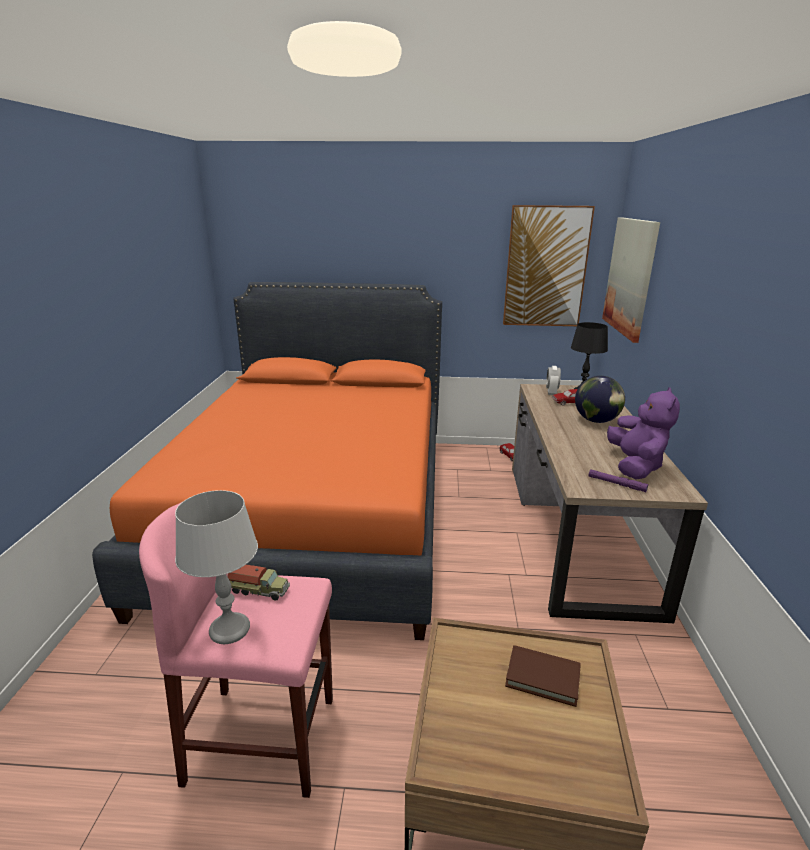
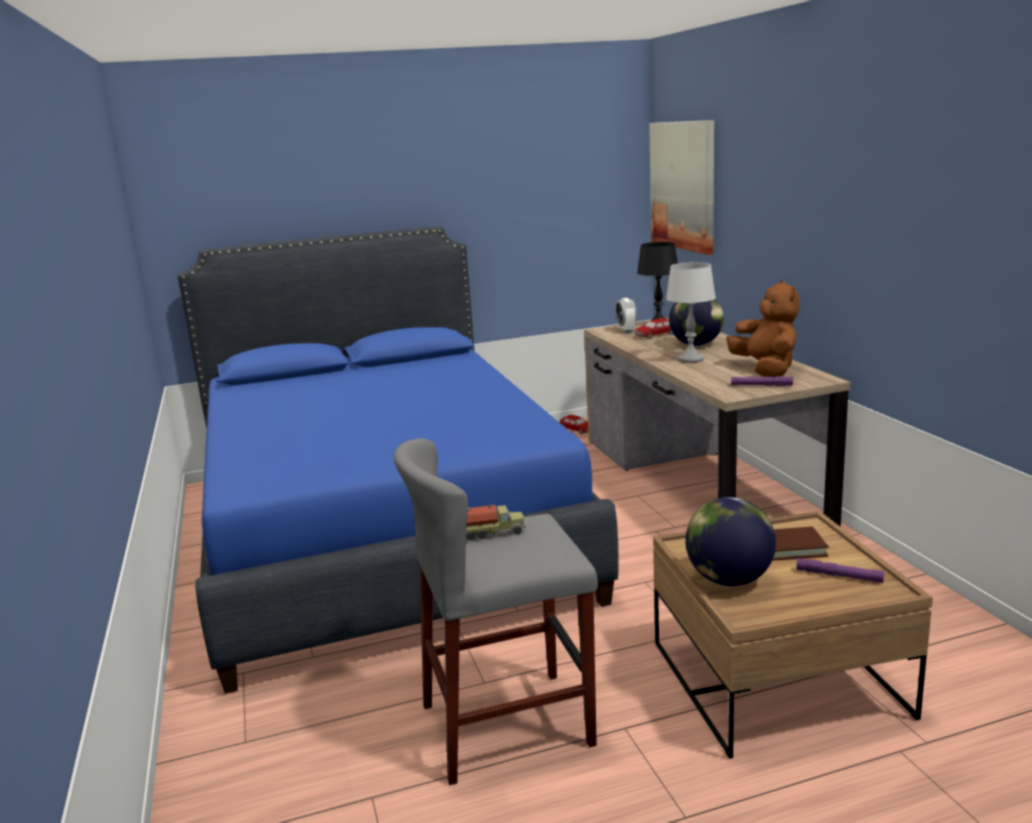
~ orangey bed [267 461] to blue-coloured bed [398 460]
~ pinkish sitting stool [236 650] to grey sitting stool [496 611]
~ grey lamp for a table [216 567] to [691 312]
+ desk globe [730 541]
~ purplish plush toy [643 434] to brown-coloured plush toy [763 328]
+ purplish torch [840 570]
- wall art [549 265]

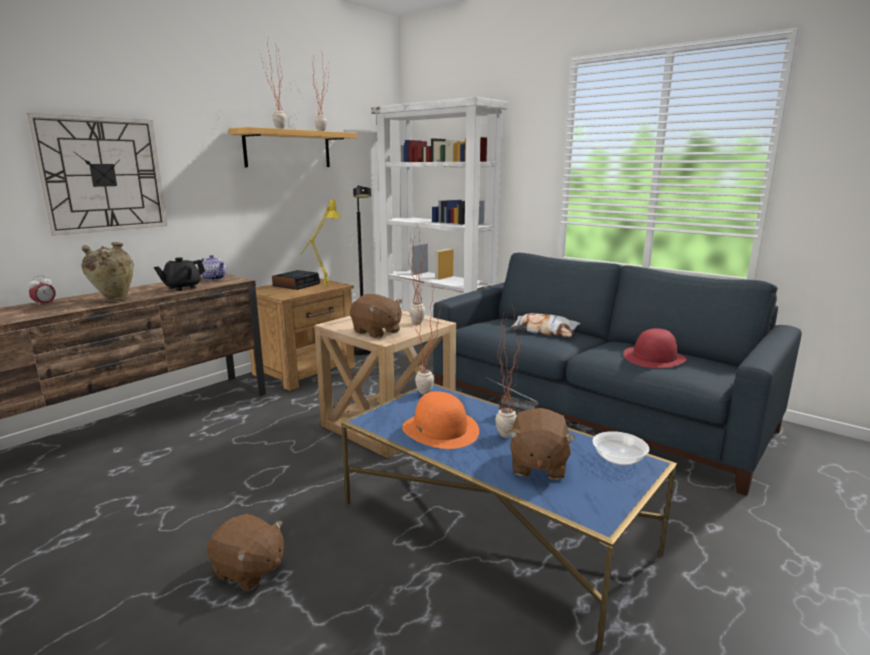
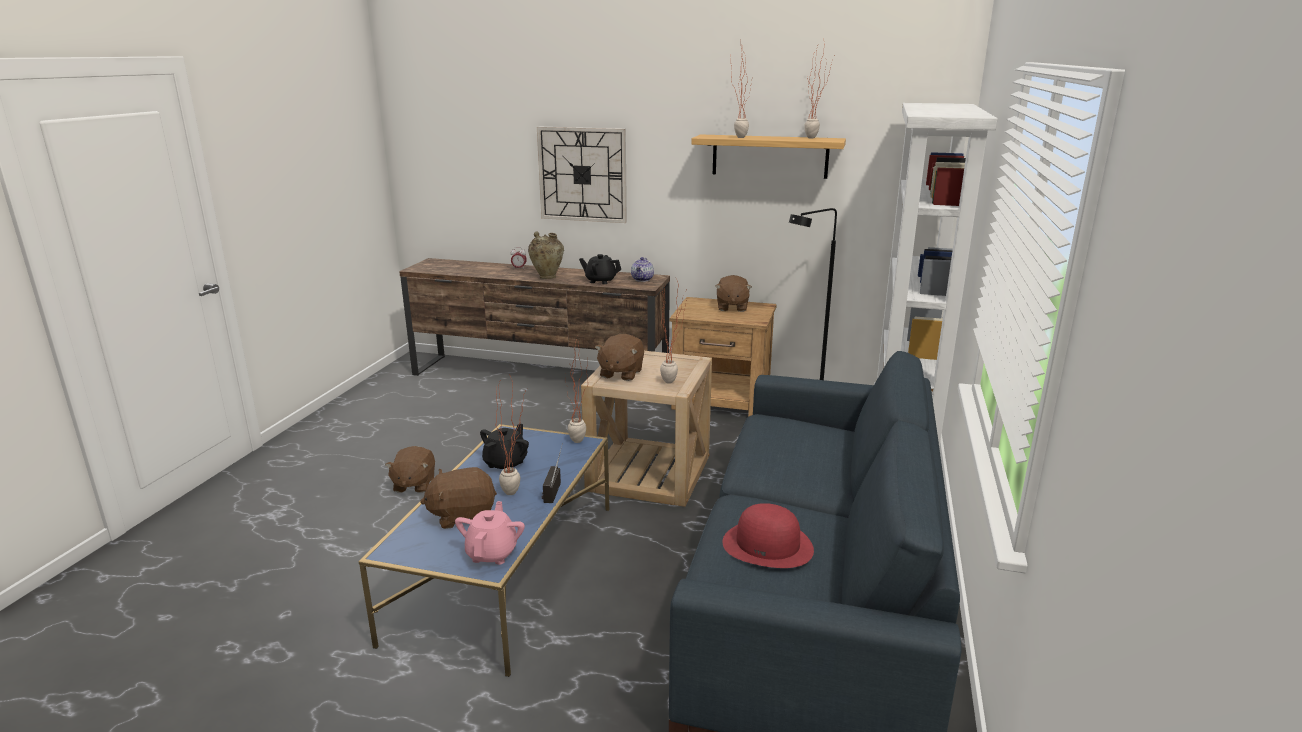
~ serving bowl [621 448] to pinkish pot for tea [490 533]
~ orangey clothing hat [440 420] to blackish pot for tea [504 446]
~ alarm clock [296 280] to brown-coloured plush toy [733 293]
- yellow-coloured lamp for a table [321 242]
- cushion [545 325]

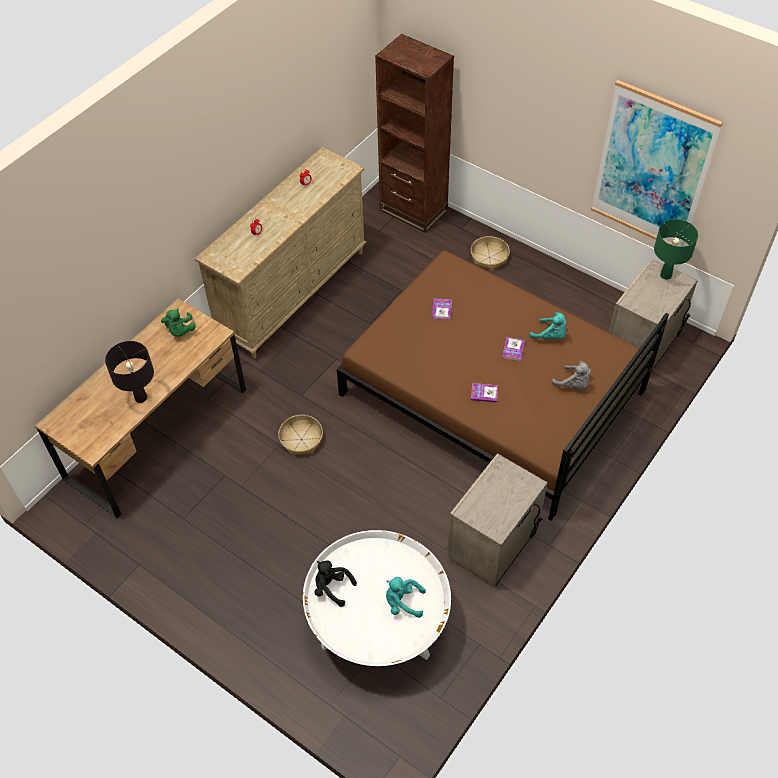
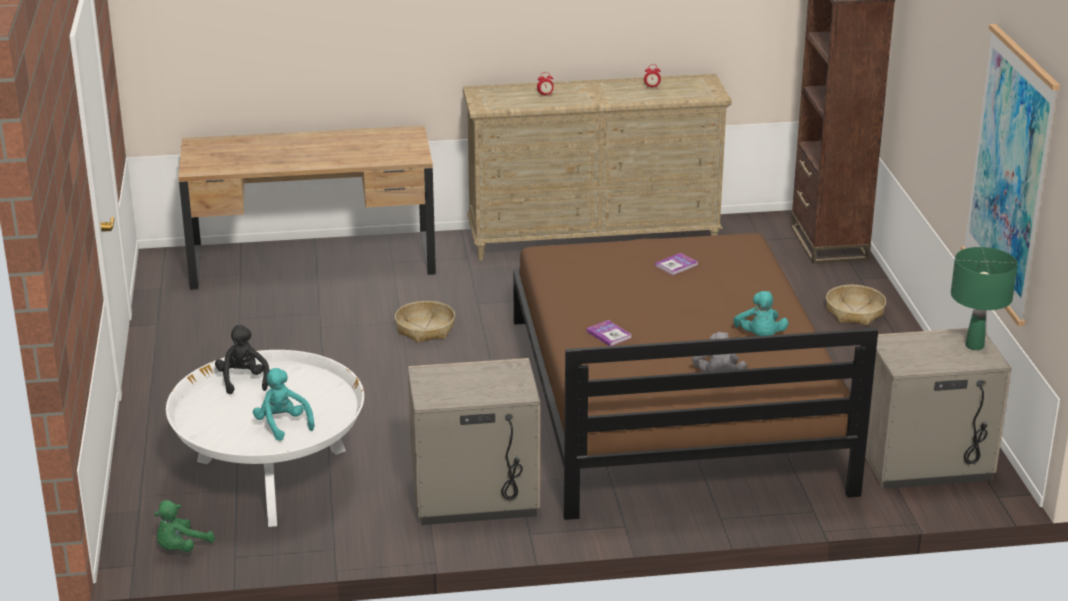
~ greenish plush toy [178 322] to [184 526]
- blackish lamp for a table [129 372]
- bound book [513 349]

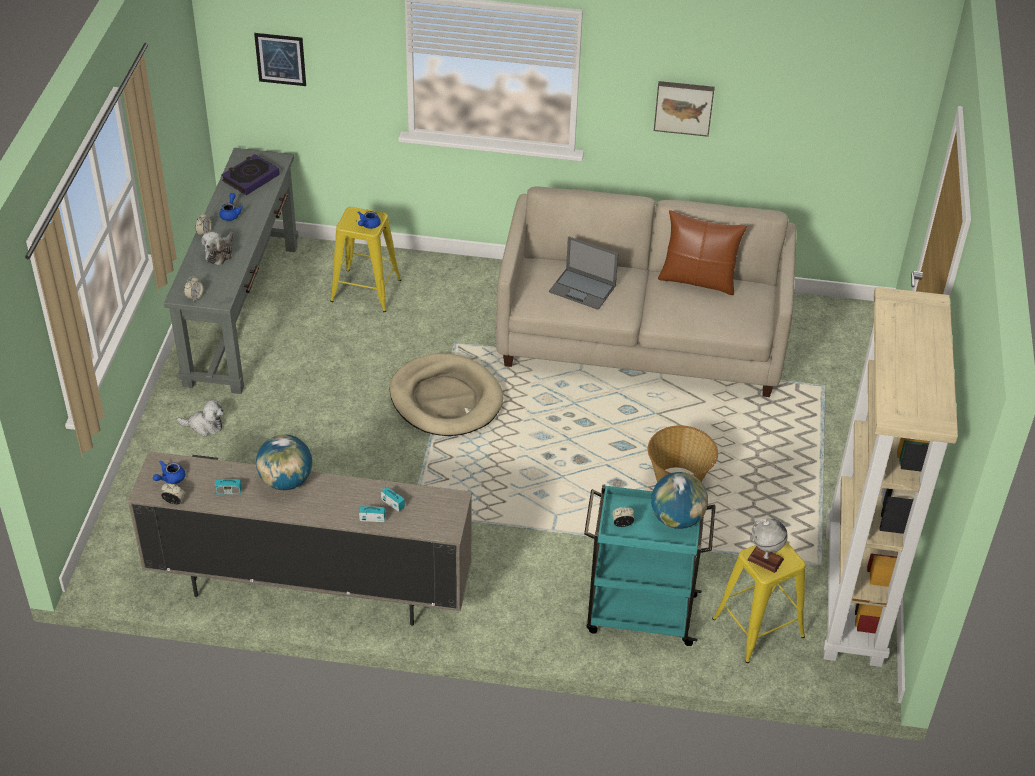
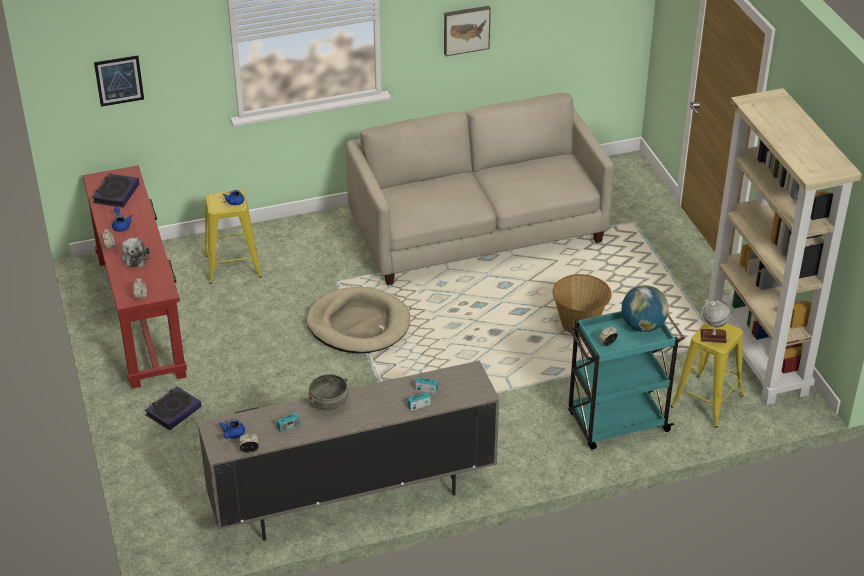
~ grey hall table [231 271] to red-coloured hall table [135 277]
~ plush toy [200 418] to bound book [173 409]
~ desk globe [284 462] to grey serving bowl [329 392]
- laptop [584 273]
- brown-coloured cushion [702 252]

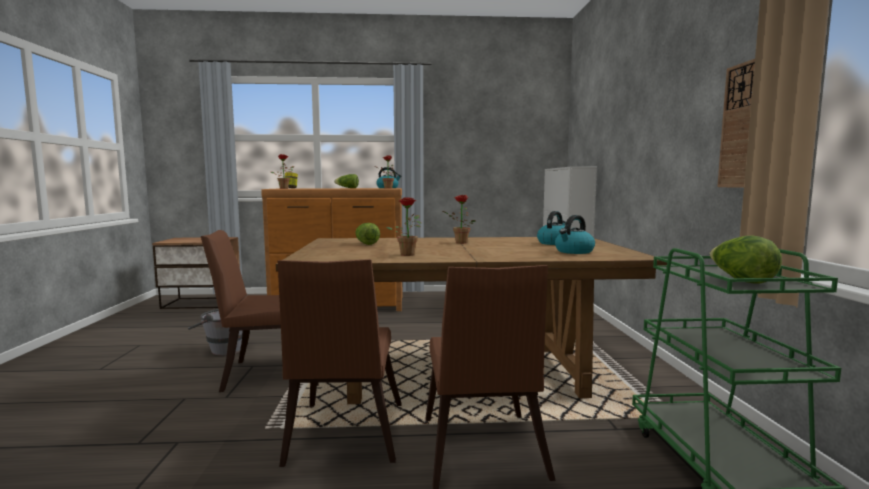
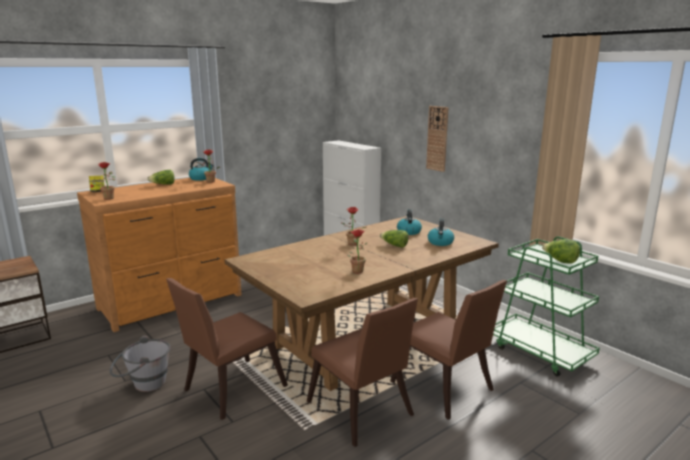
~ head of lettuce [367 234] to [394 239]
~ hanging clock [736 123] to [437 139]

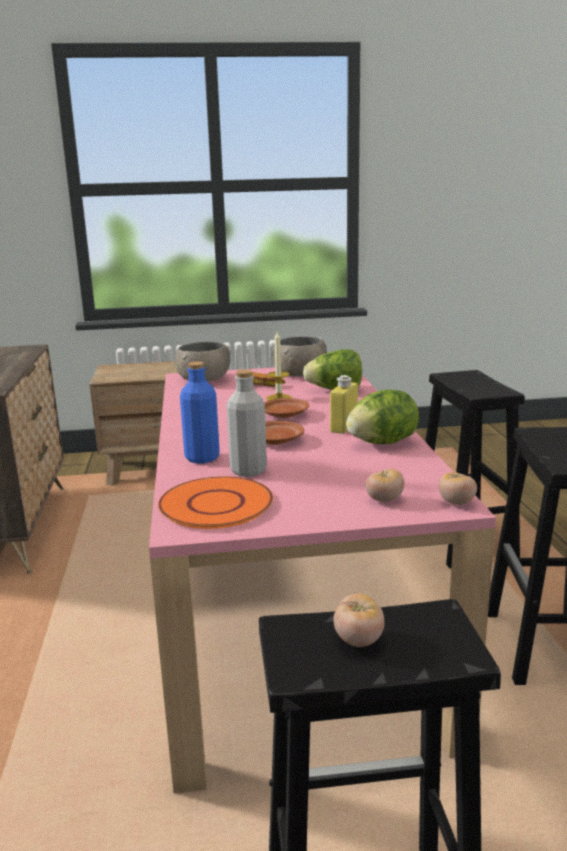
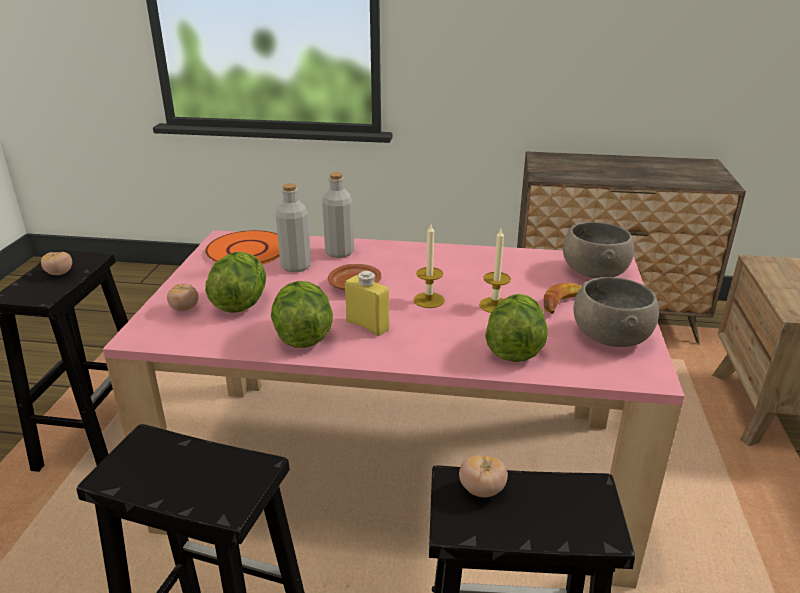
+ head of lettuce [235 282]
~ blue-coloured beverage bottle [200 412] to grey beverage bottle [338 215]
~ brown-coloured plate [286 408] to wax candle [429 266]
~ tomato [458 488] to [483 476]

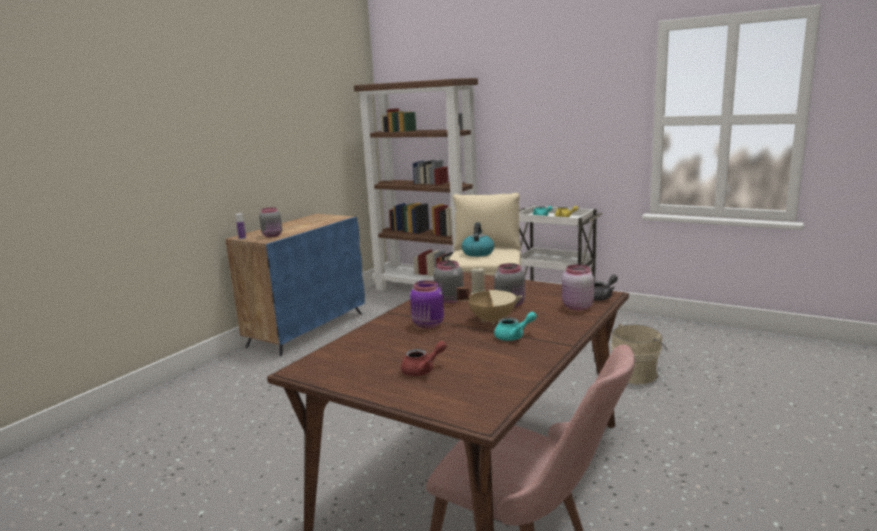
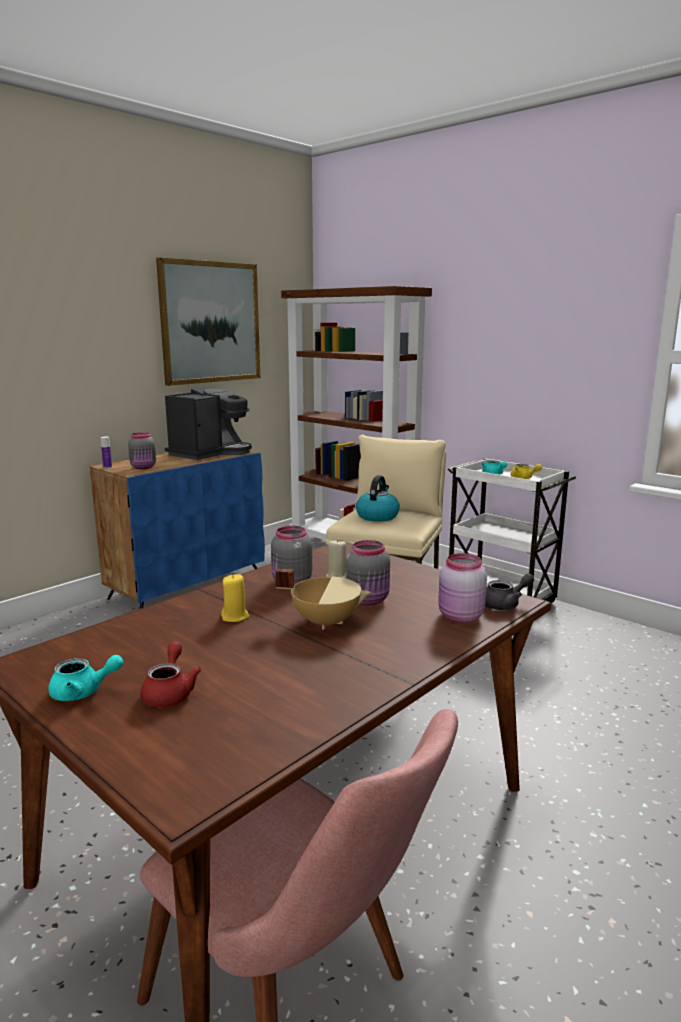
~ turquoise pot for tea [515 326] to [85 678]
~ red-coloured pot for tea [424 358] = [170 674] 75 degrees counterclockwise
+ wall art [208 321]
+ coffee machine [208 423]
~ purplish jar [427 304] to yellow-coloured wax candle [235 598]
- beige-coloured bucket [639 354]

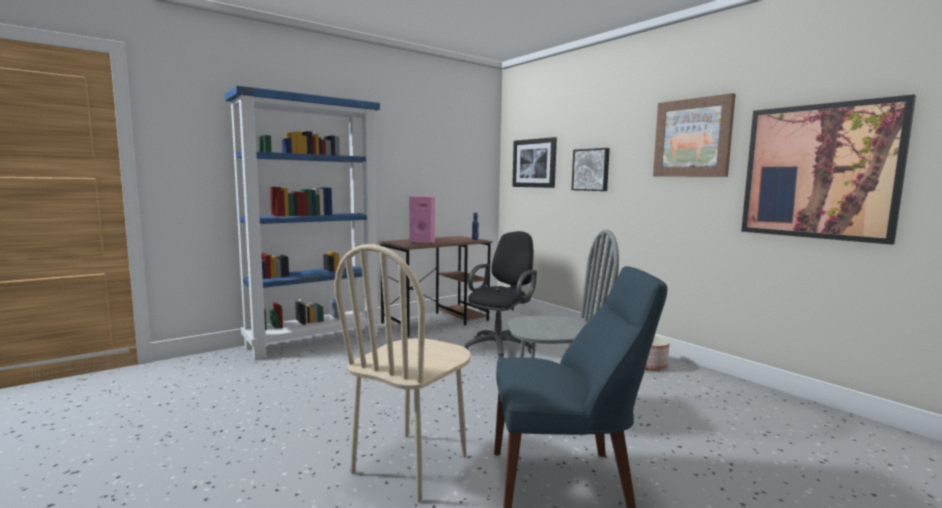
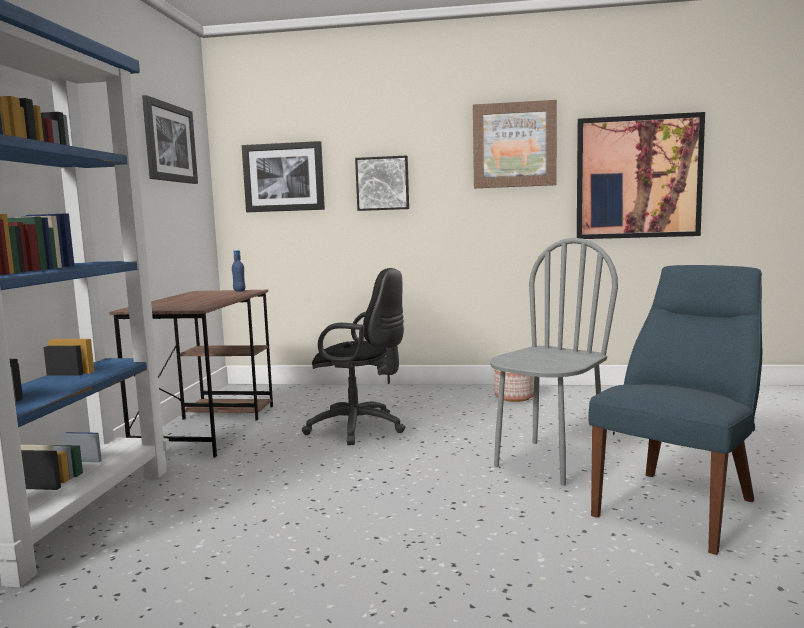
+ wall art [170 139]
~ blackish computer chair [500 295] = [353 356] 120 degrees clockwise
- beige-coloured upright chair [402 373]
- pinkish loudspeaker [422 220]

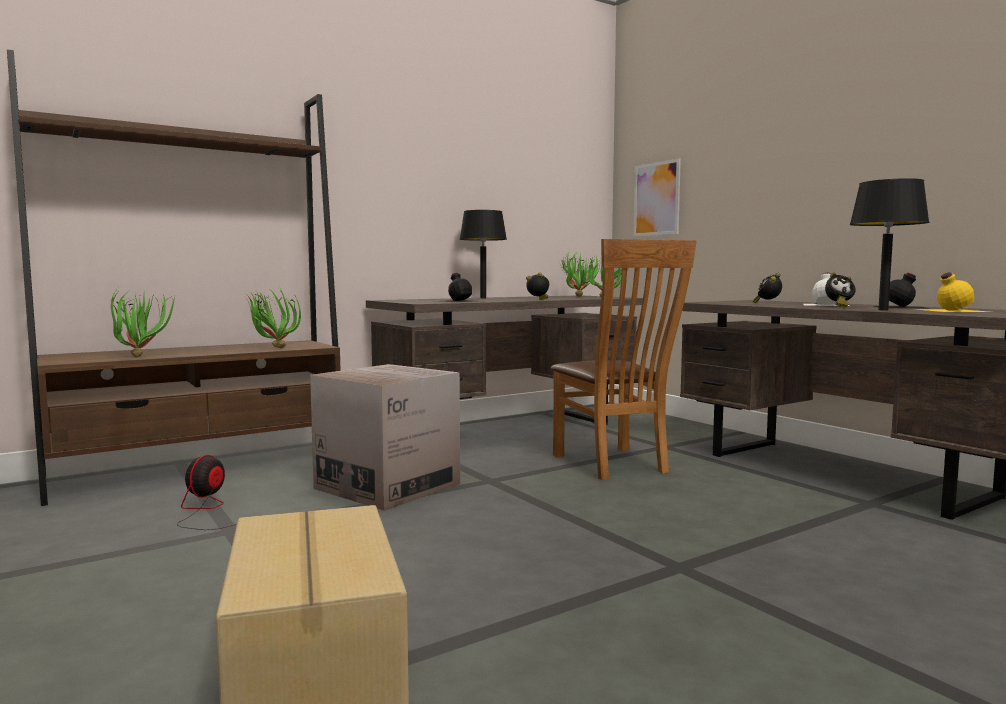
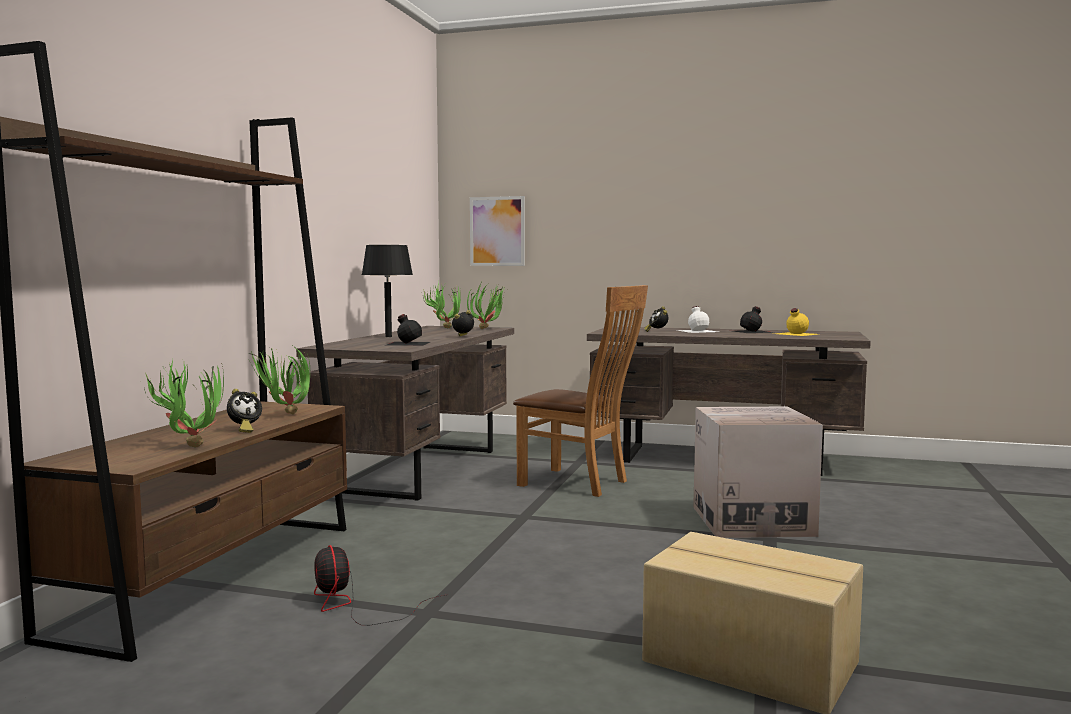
~ alarm clock [840 289] to [244 411]
~ carton [385 437] to [758 472]
- blackish lamp for a table [890 244]

